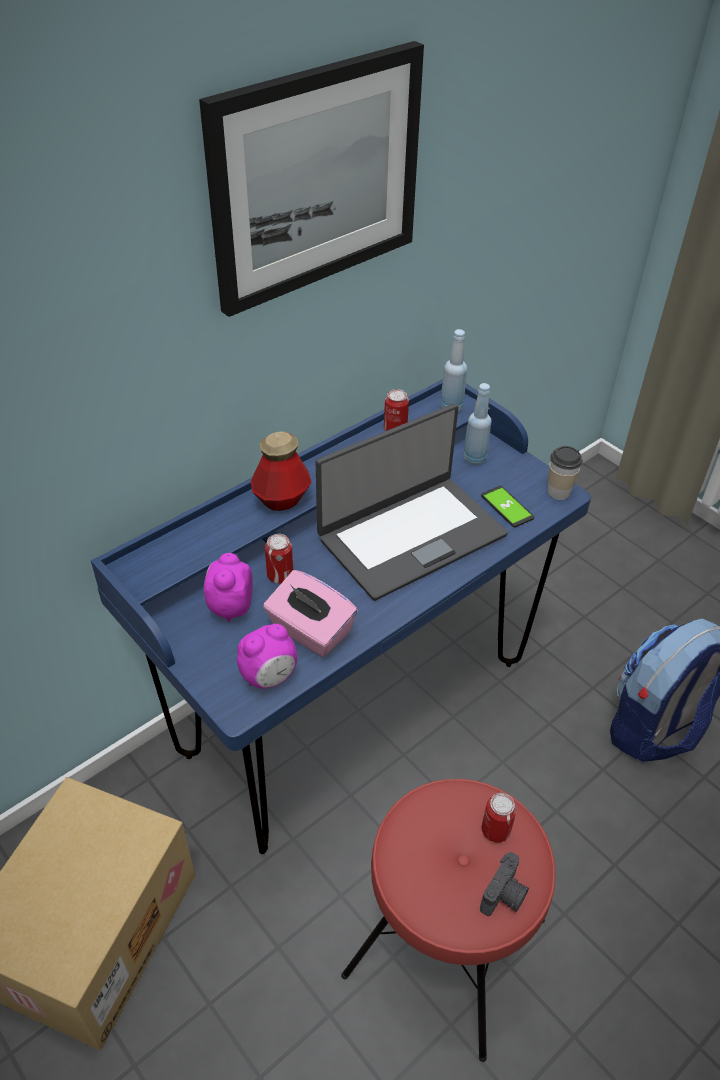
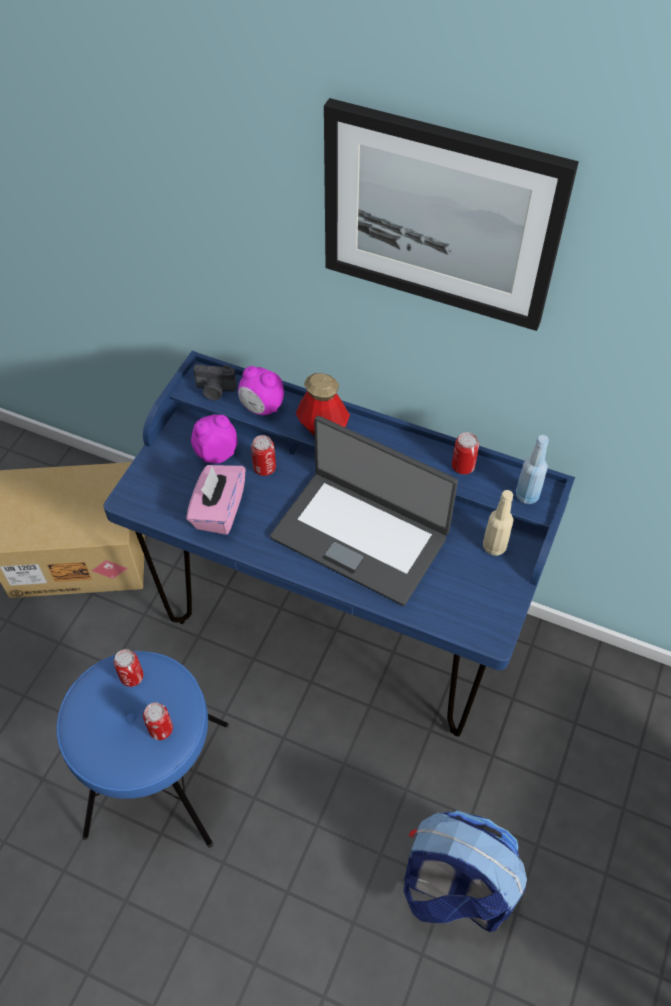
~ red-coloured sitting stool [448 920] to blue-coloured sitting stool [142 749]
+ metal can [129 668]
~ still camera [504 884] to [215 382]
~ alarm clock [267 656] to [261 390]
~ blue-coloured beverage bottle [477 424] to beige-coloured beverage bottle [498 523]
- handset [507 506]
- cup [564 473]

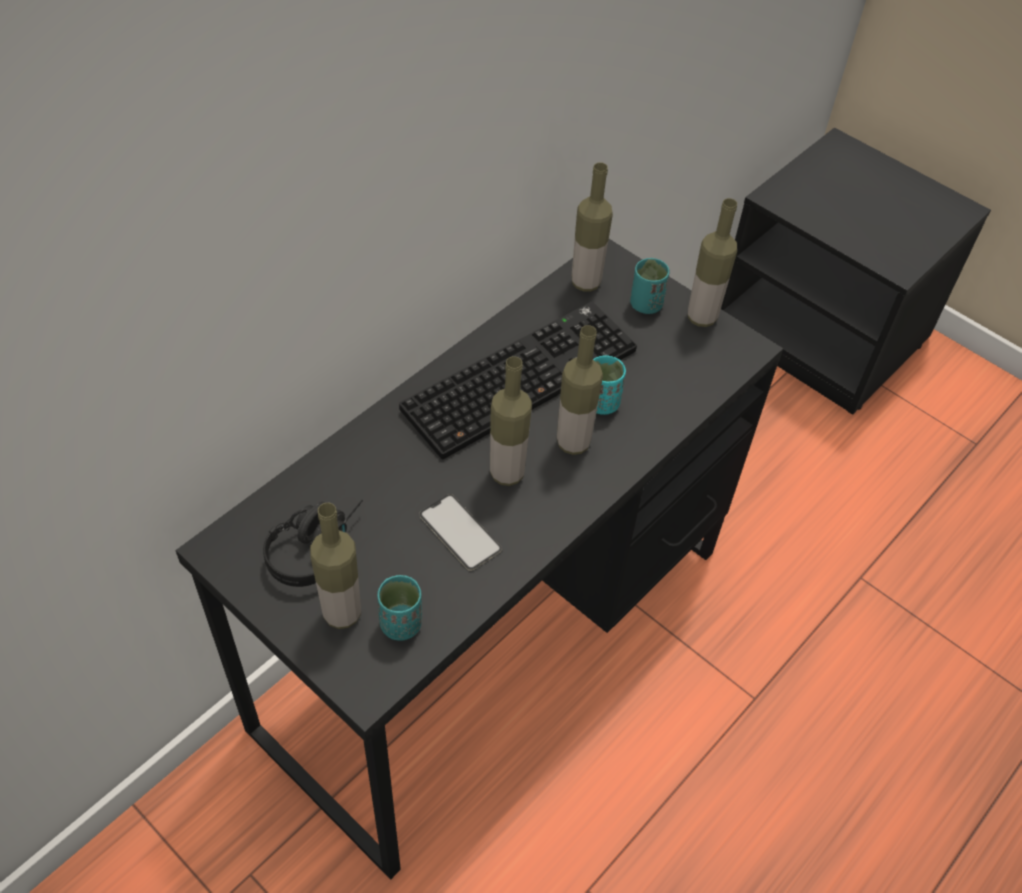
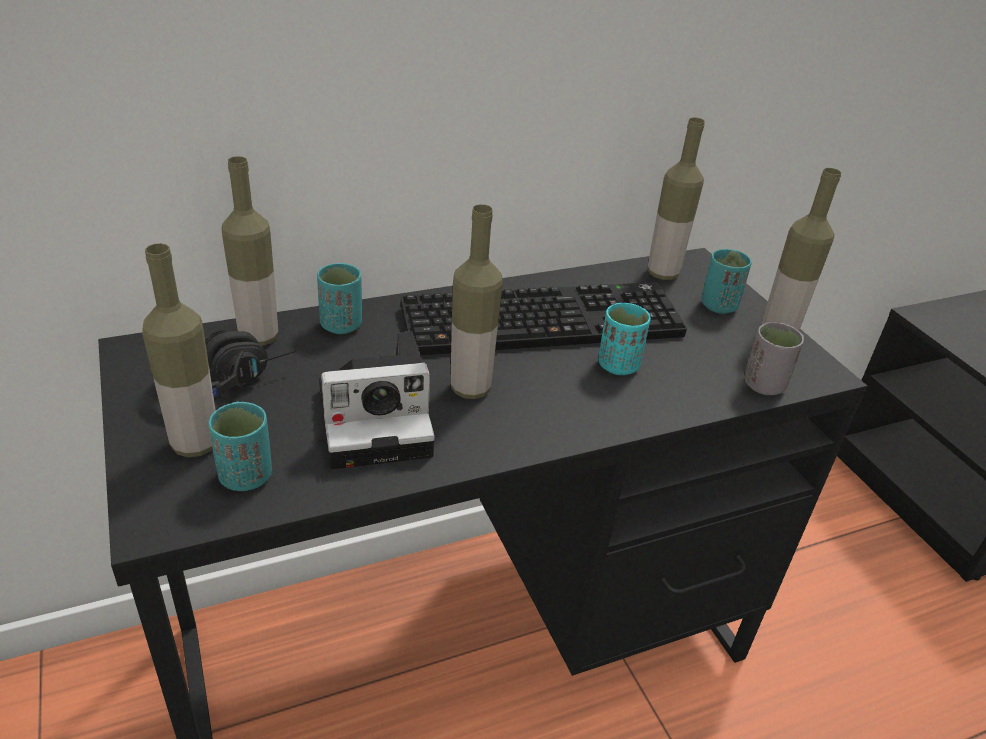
~ beverage bottle [580 390] to [250 251]
+ turquoise cup [339 298]
~ handset [460 532] to still camera [377 400]
+ grey cup [774 358]

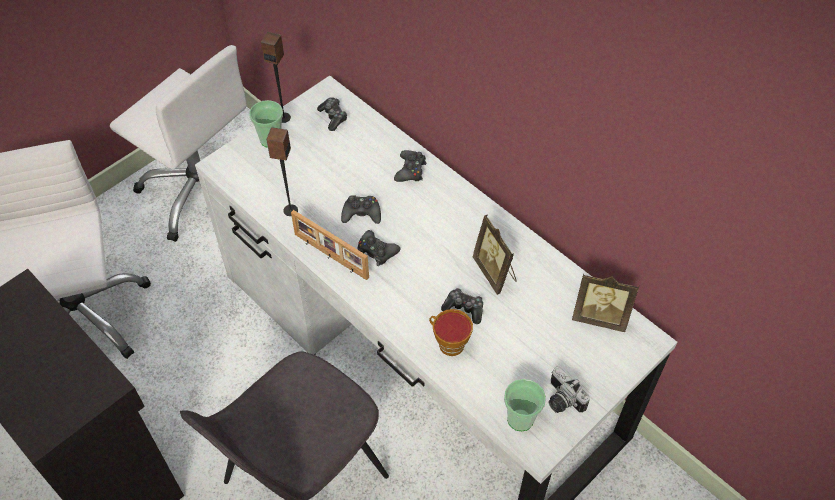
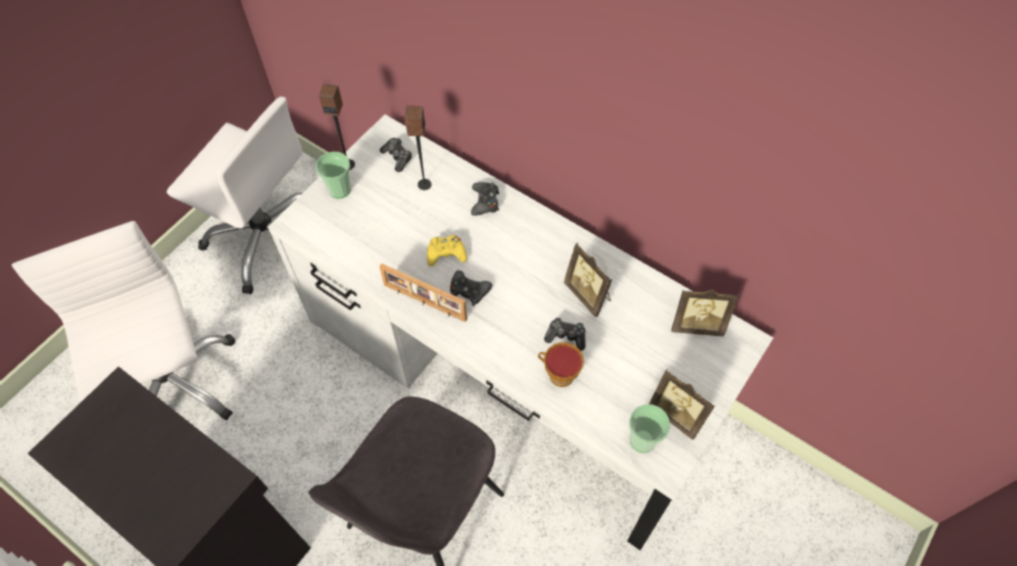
~ loudspeaker [282 171] to [418 148]
~ blackish gamepad [361 209] to yellow-coloured gamepad [447 250]
~ still camera [569 389] to photo frame [682 405]

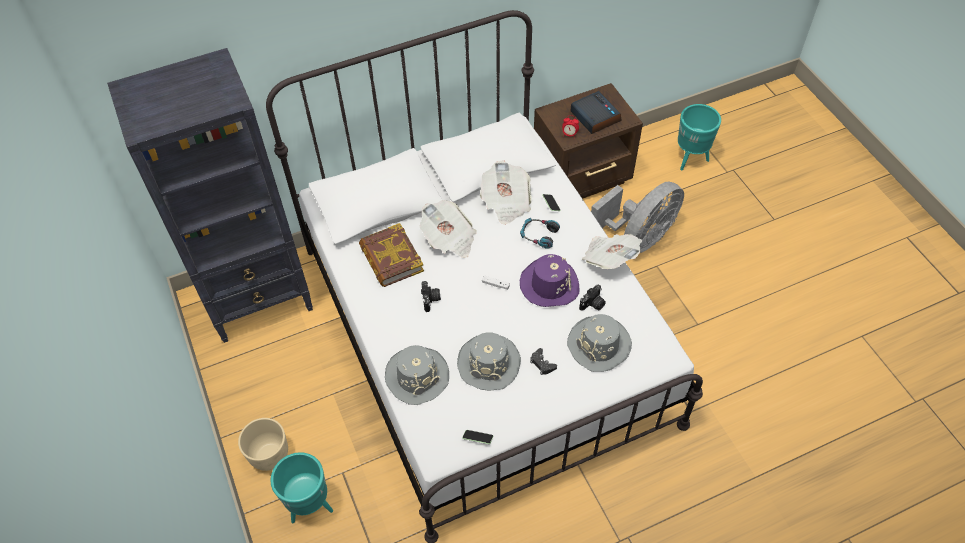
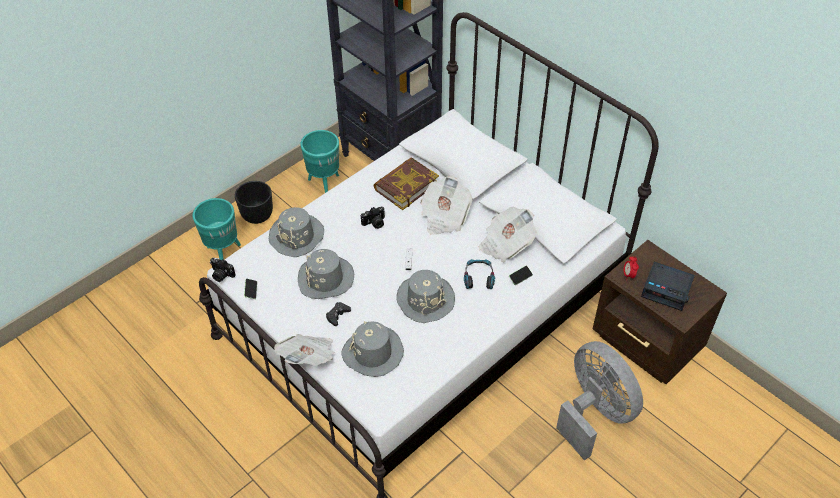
~ still camera [592 298] to [223 270]
~ beige-coloured flower pot [263 444] to blackish flower pot [254 202]
~ newspaper [612 251] to [304 350]
~ turquoise flower pot [699 137] to [319 161]
~ purplish clothing hat [549 280] to grey clothing hat [425 296]
~ grey fan [637 217] = [599 400] 150 degrees counterclockwise
~ alarm clock [596 112] = [668 286] 75 degrees clockwise

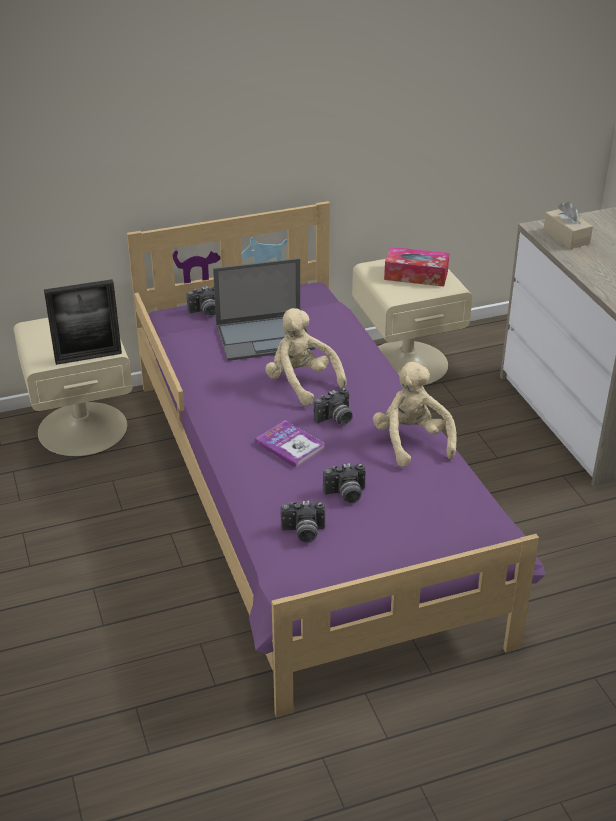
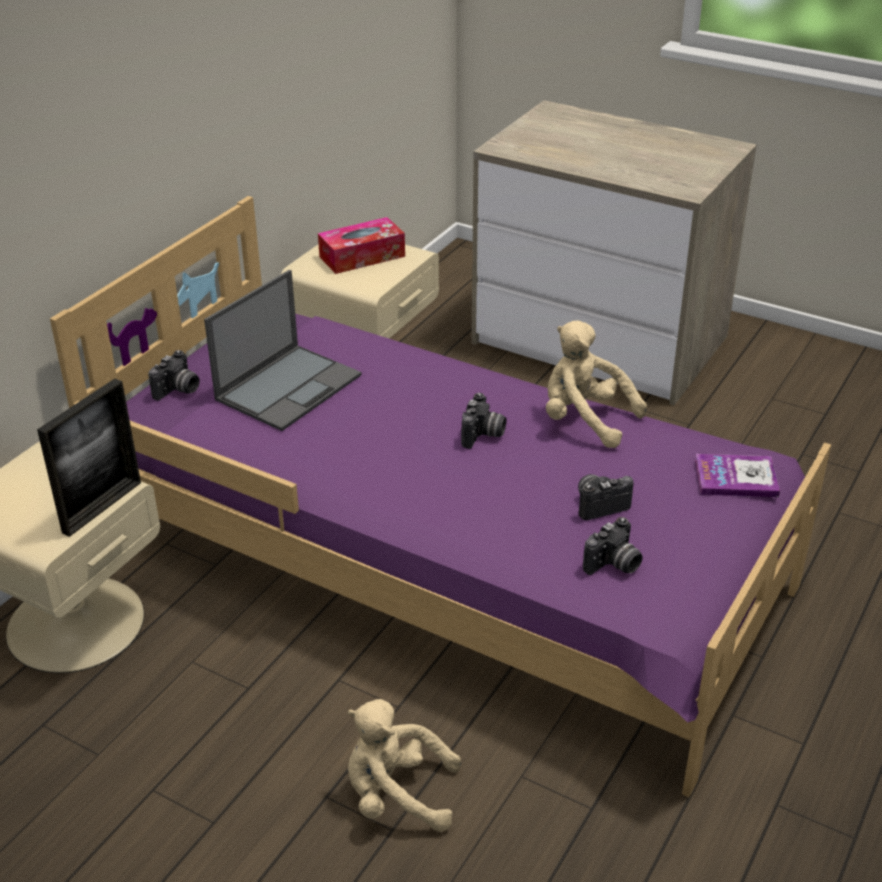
~ beige-coloured plush toy [306 357] to [404 765]
~ still camera [344 483] = [606 497] 150 degrees counterclockwise
~ bound book [290 444] to [737 475]
- beige-coloured tissue holder [568 225]

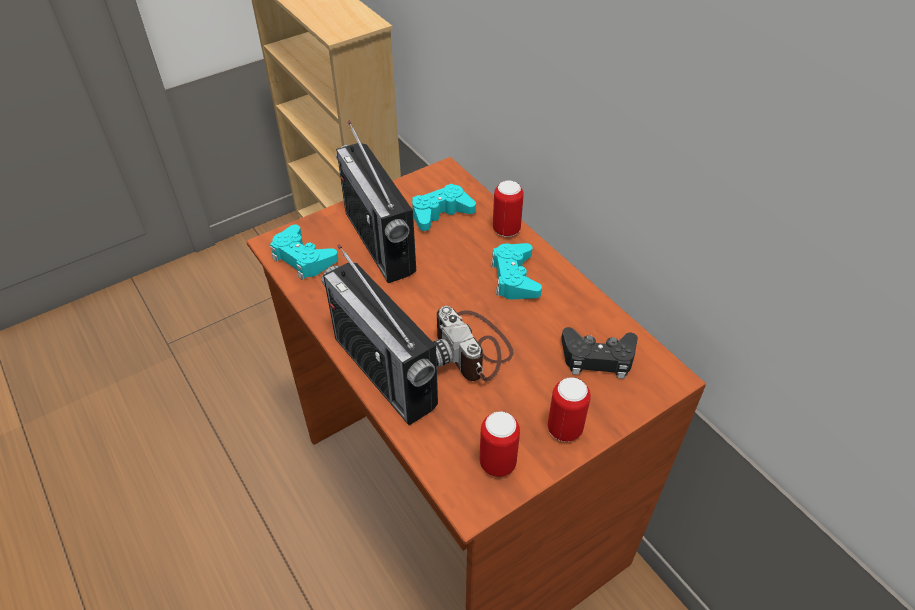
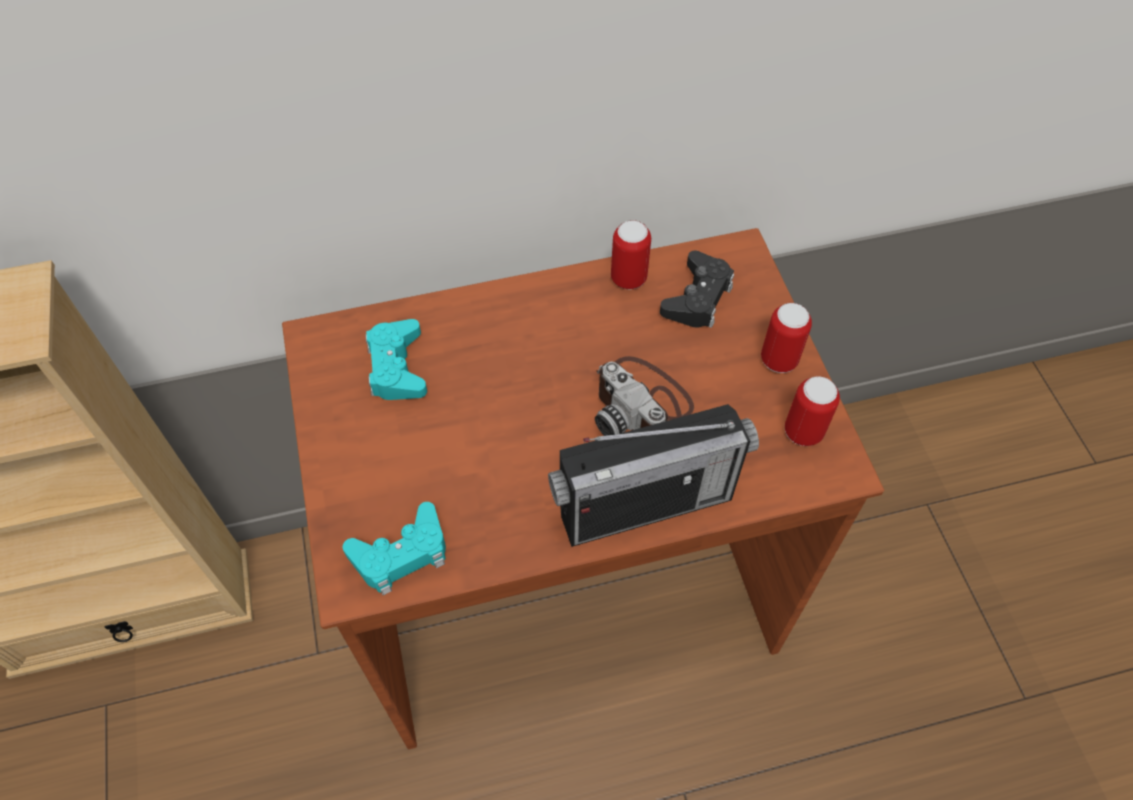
~ still camera [473 343] = [644 396] 60 degrees clockwise
~ metal can [508 209] to [631 254]
- radio [376 202]
- turquoise gamepad [516 271]

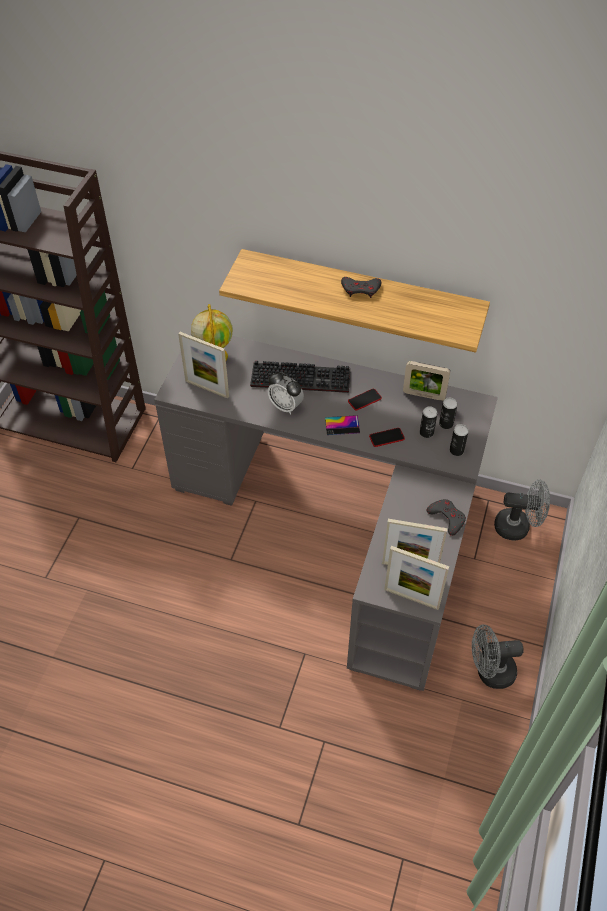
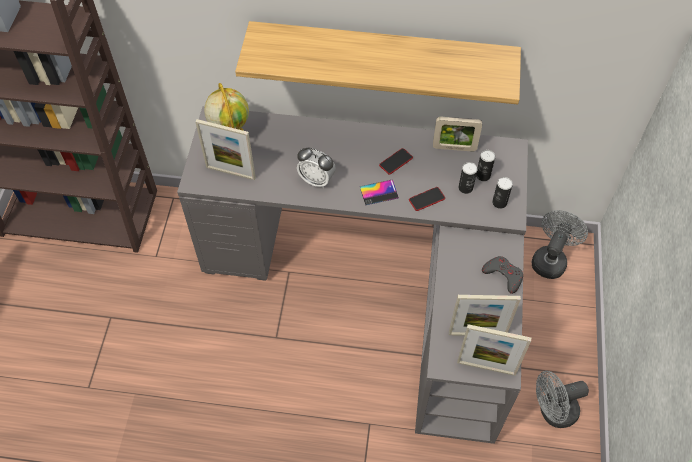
~ grey fan [522 510] = [560 244] 60 degrees counterclockwise
- keyboard [300 377]
- grey gamepad [361 287]

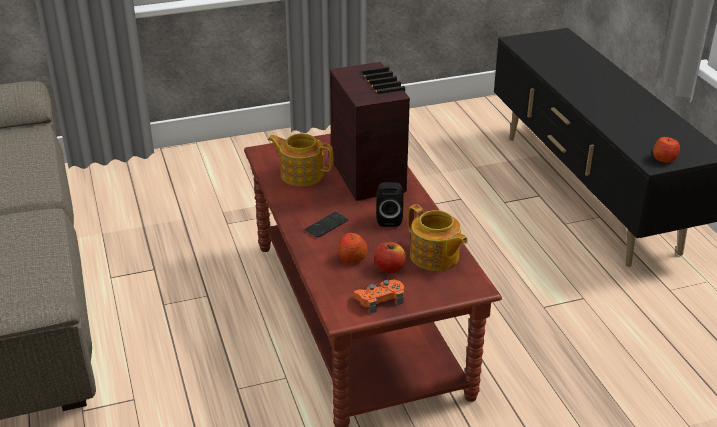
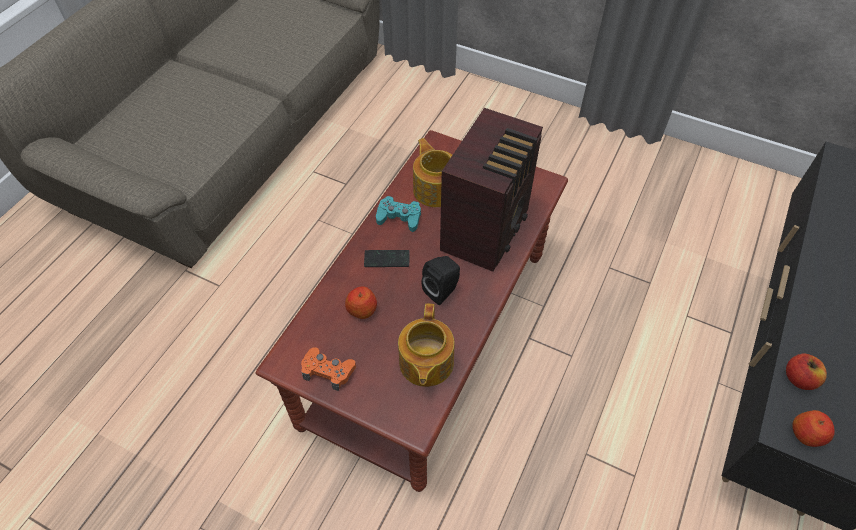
+ turquoise gamepad [398 214]
~ whole apple [390 258] to [806 372]

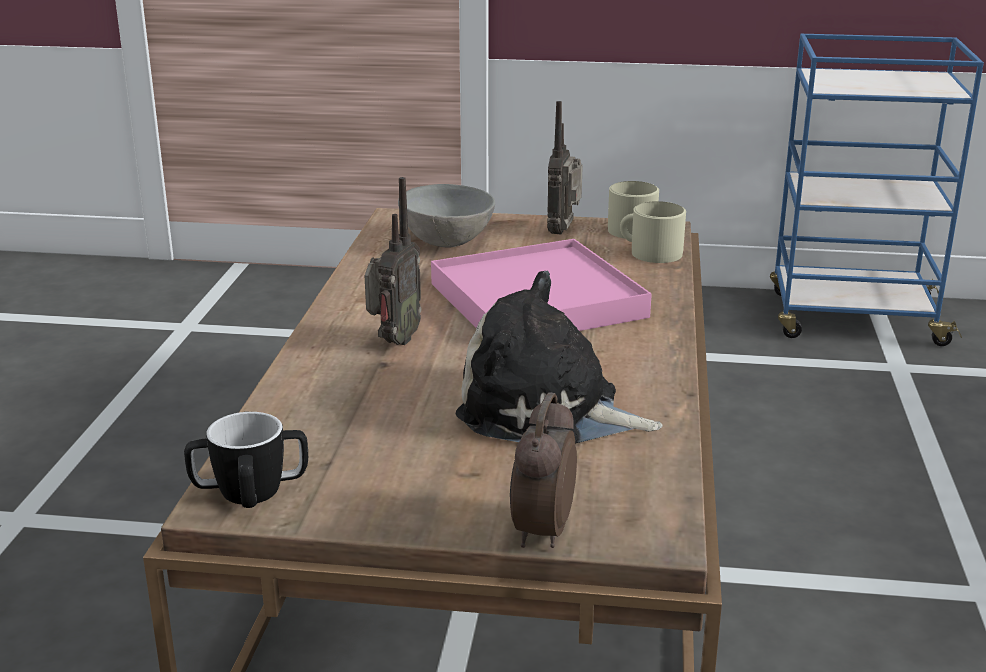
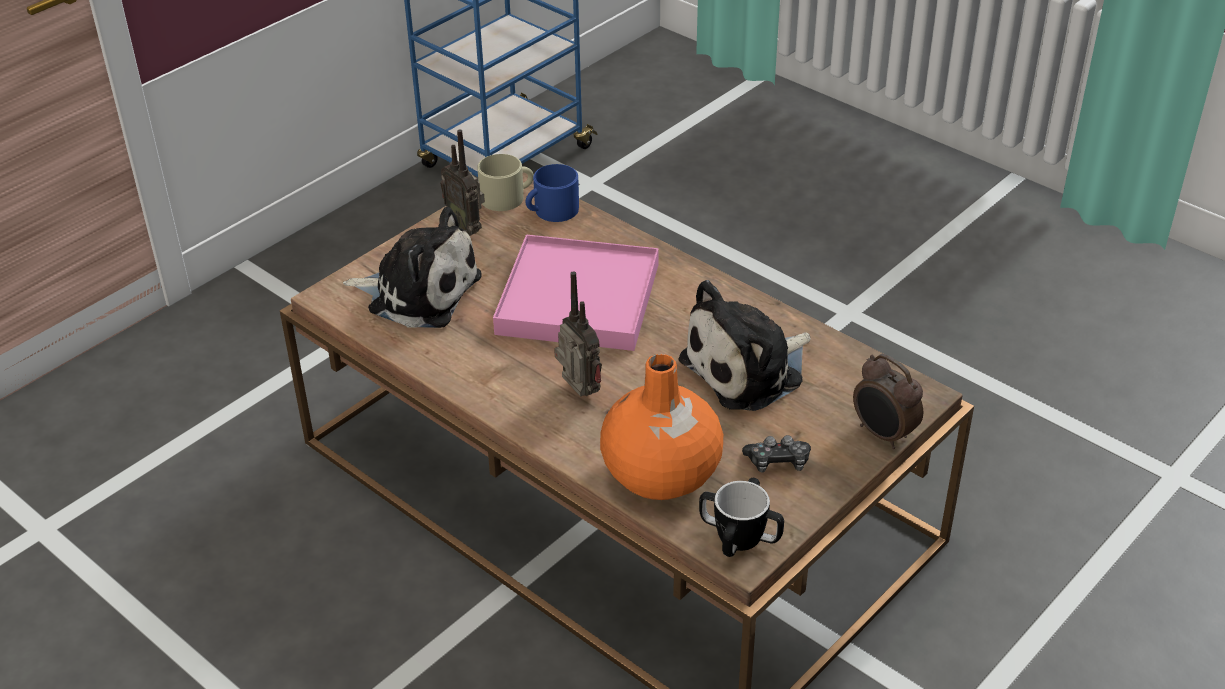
~ grey serving bowl [446 216] to plush toy [412 267]
~ beige-coloured coffee mug [653 232] to blue-coloured coffee mug [552 193]
+ orangey flower vase [661 427]
+ gamepad [776 454]

